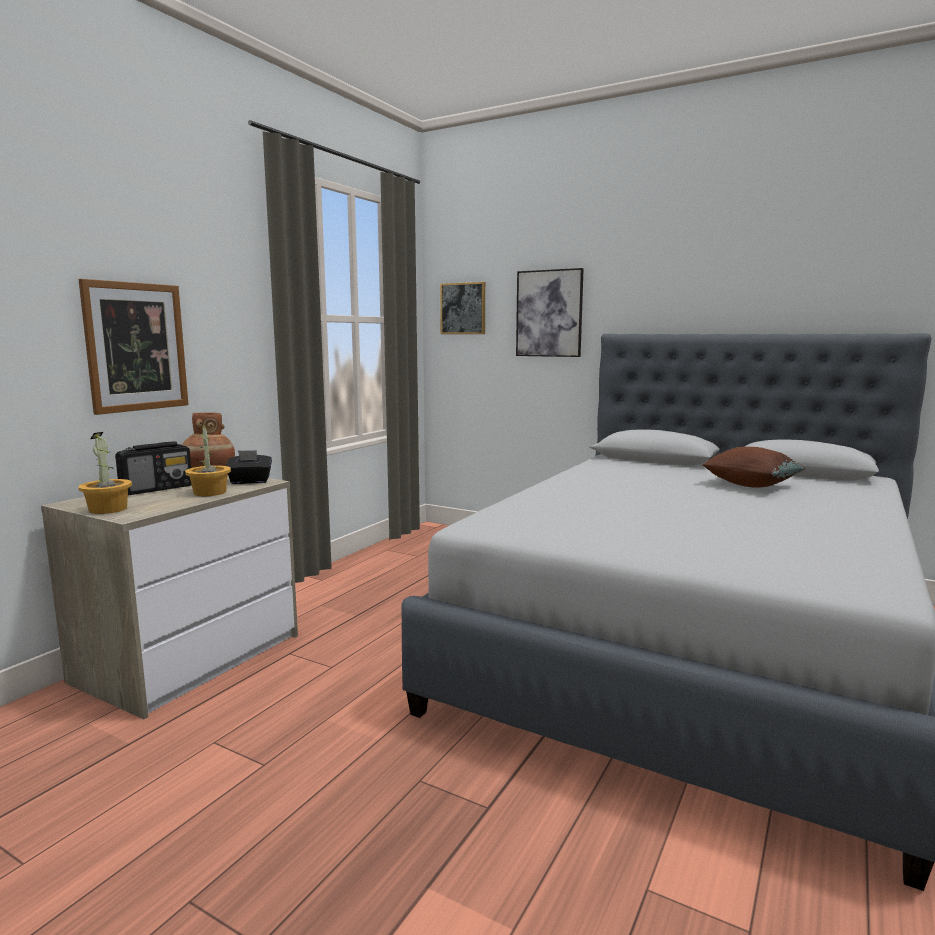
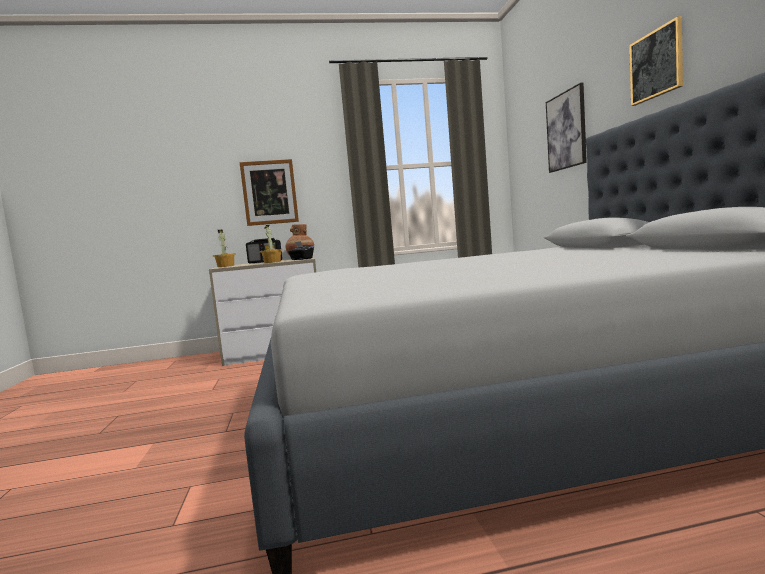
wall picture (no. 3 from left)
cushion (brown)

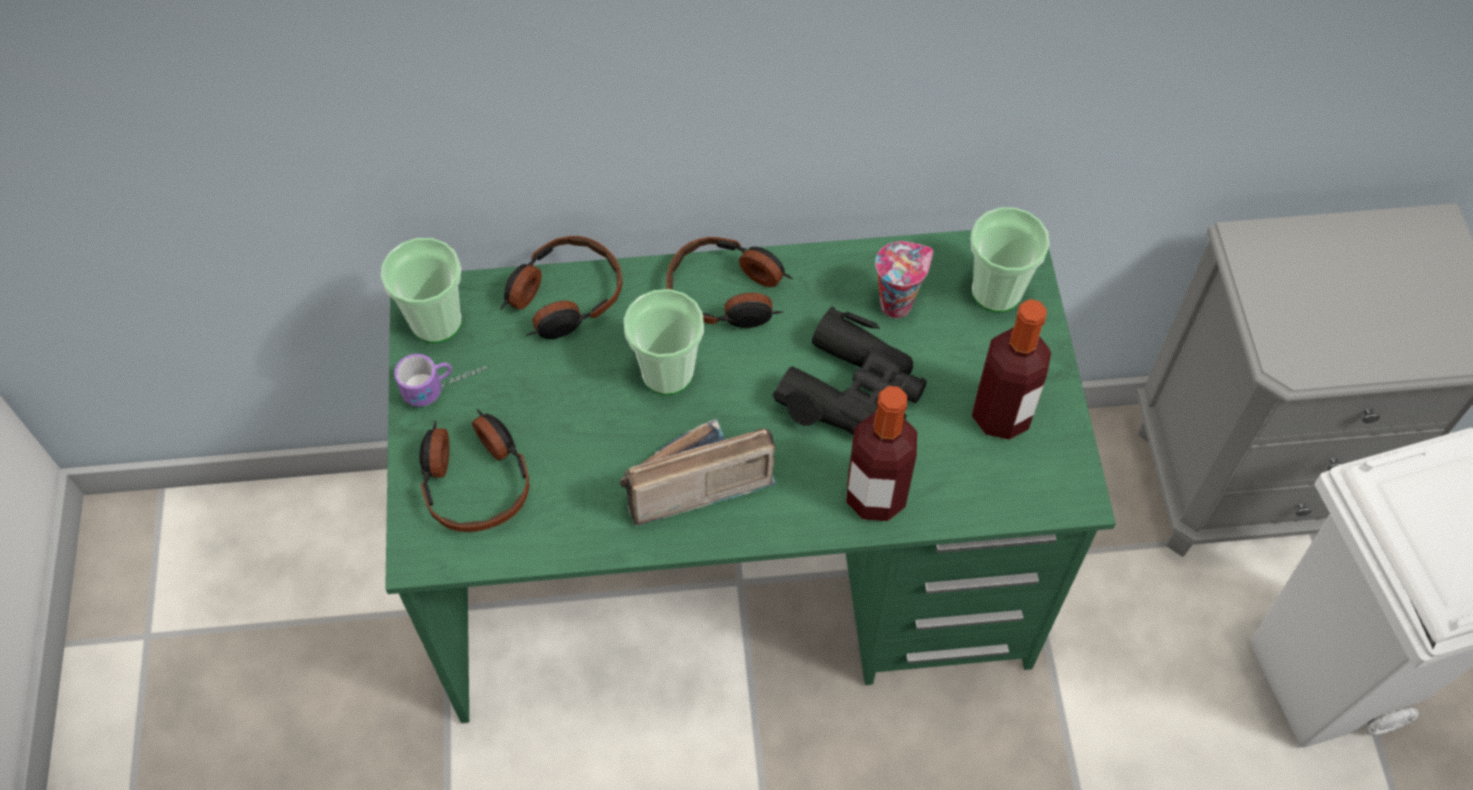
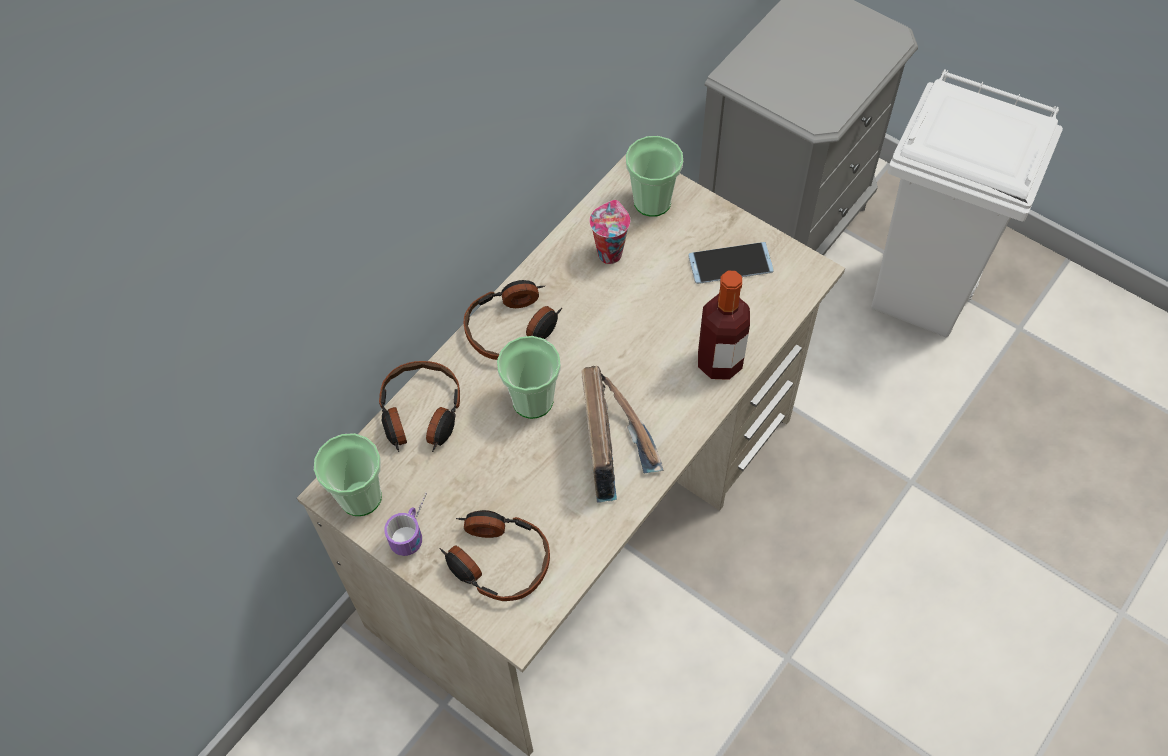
desk unit (beige-coloured)
telephone
binoculars (black-coloured)
radio set

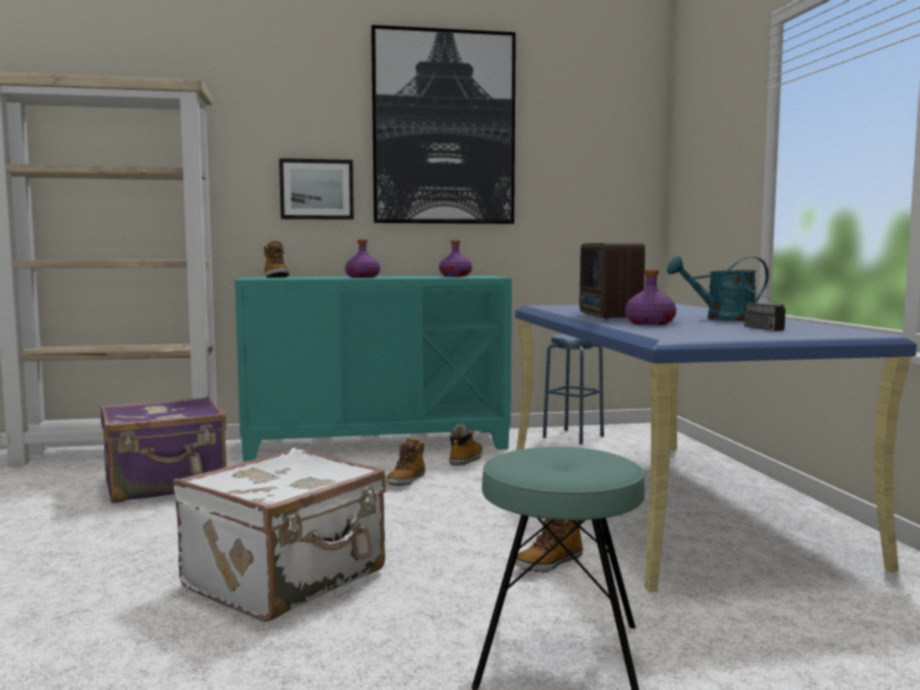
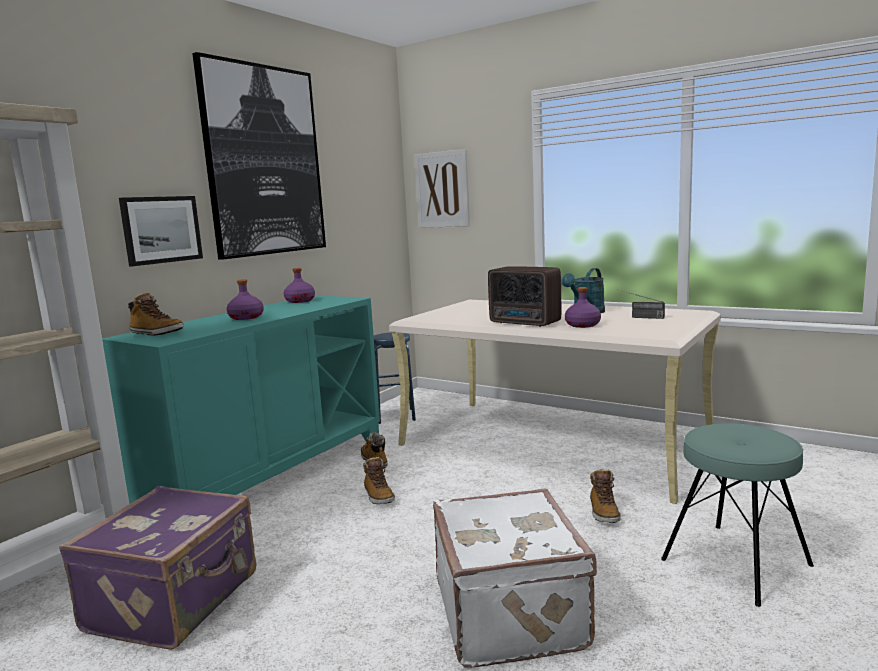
desk unit (beige-coloured)
wall picture (no. 3 from left)

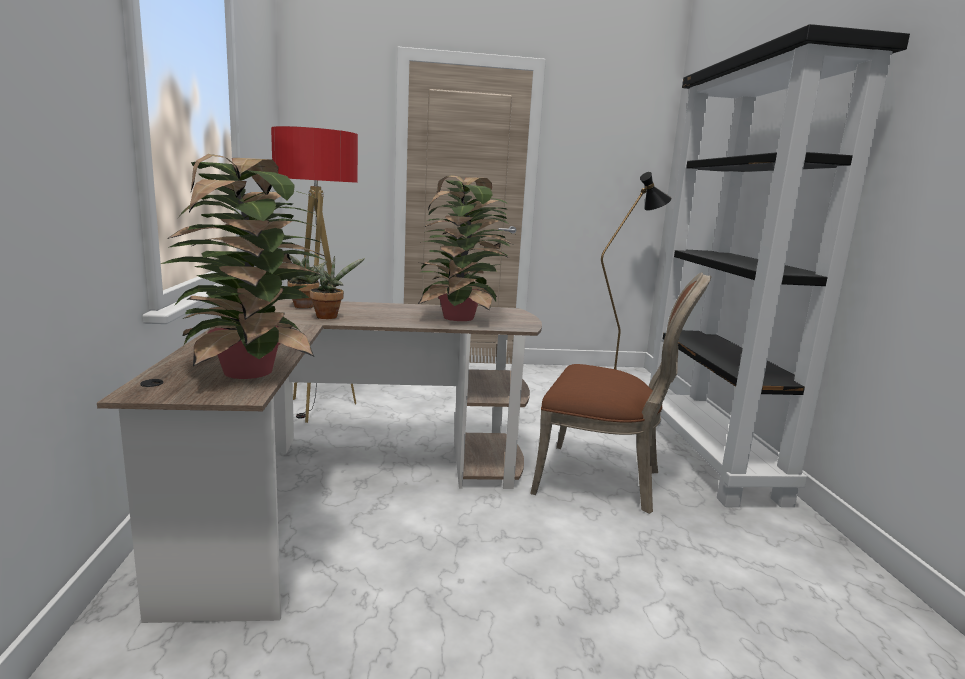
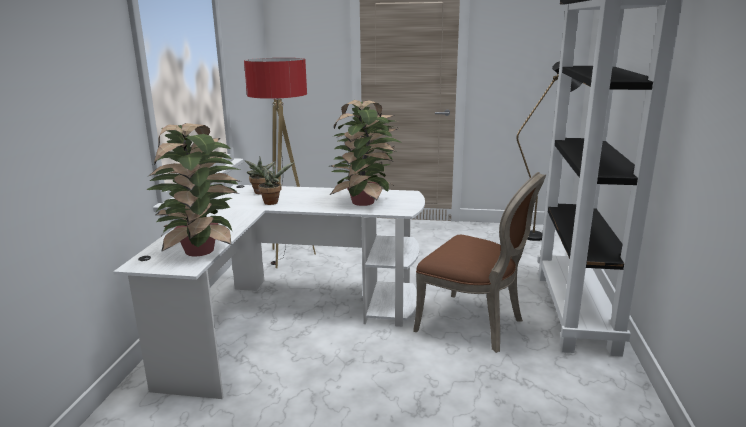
desk unit (white-coloured)

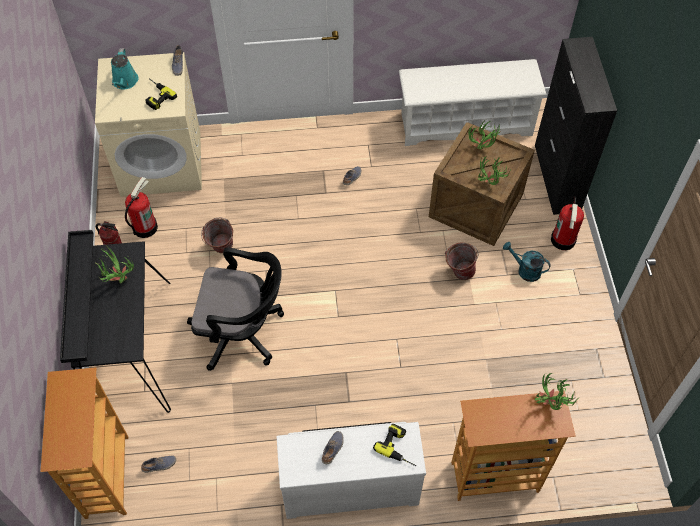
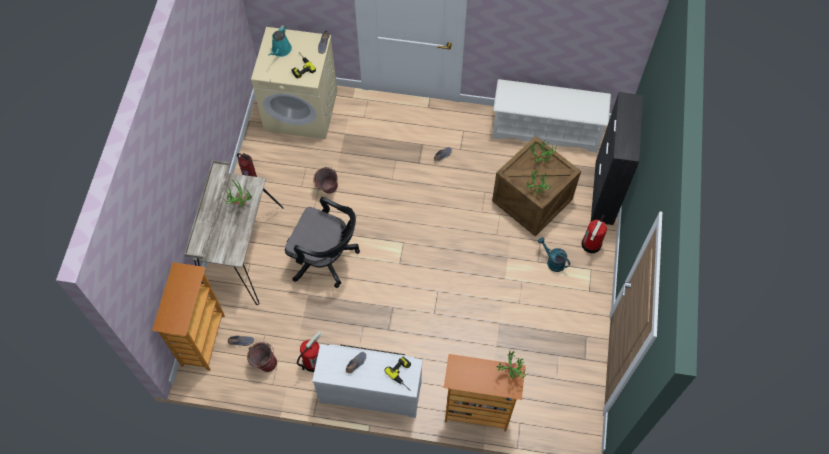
fire extinguisher (no. 2 from left)
desk unit (beige-coloured)
bucket (no. 1 from left)

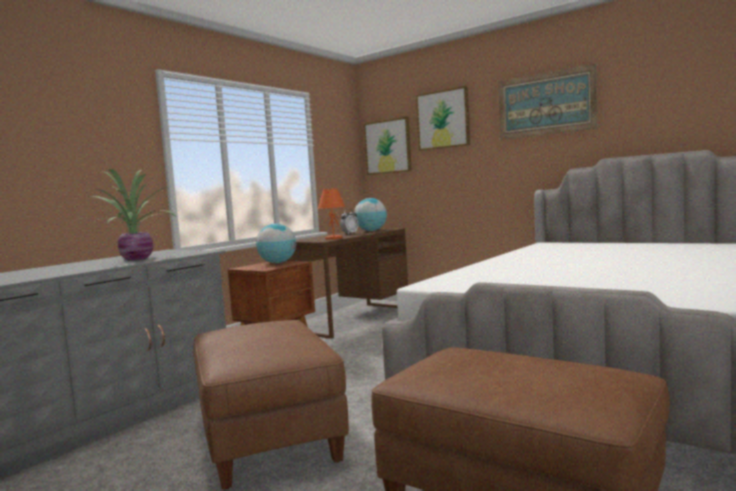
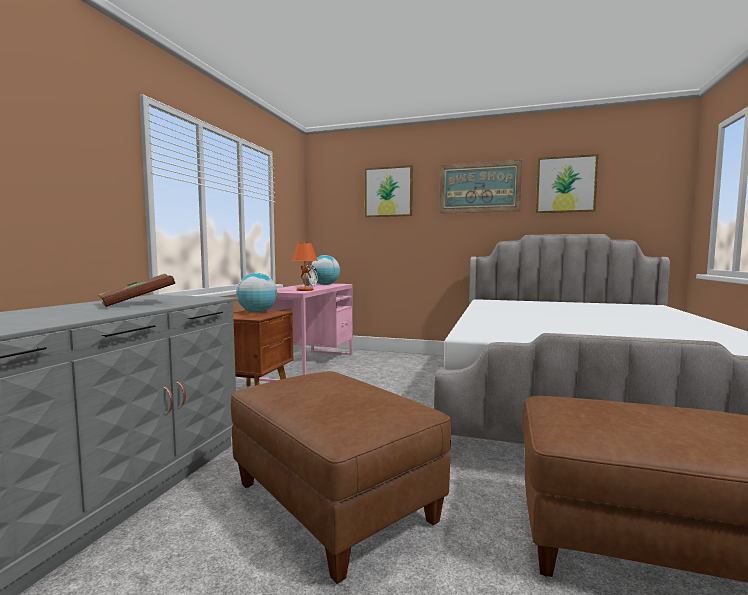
wall picture (no. 3 from left)
bound book (brown)
desk unit (pink-coloured)

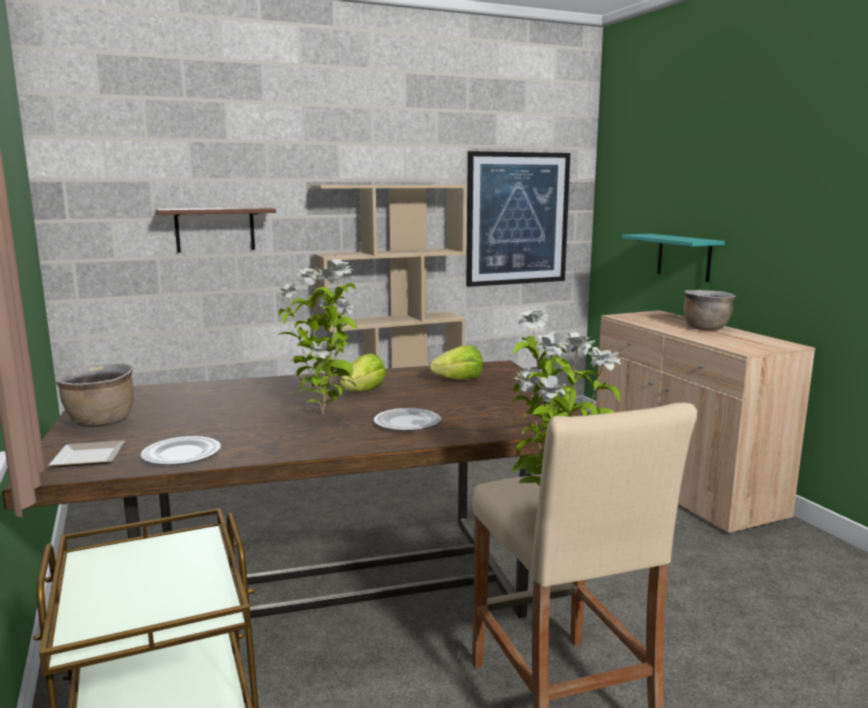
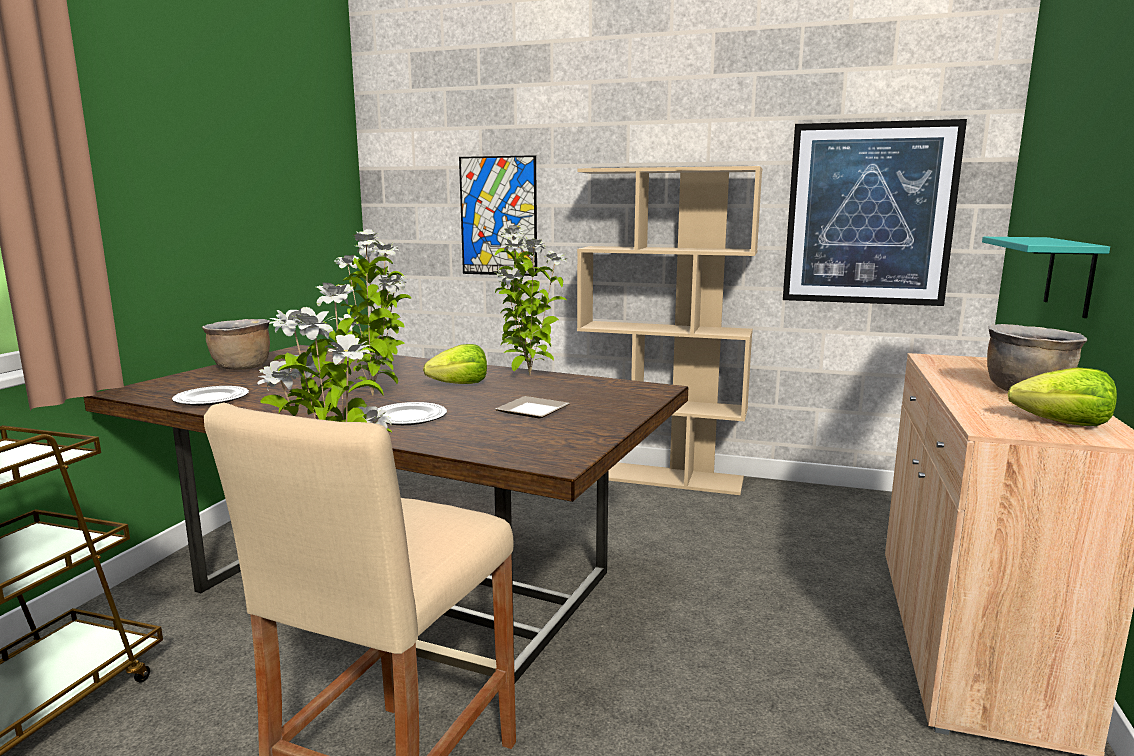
wall picture (no. 1 from left)
lettuce head (no. 2 from left)
dinner plate (no. 3 from left)
houseplant (no. 3 from left)

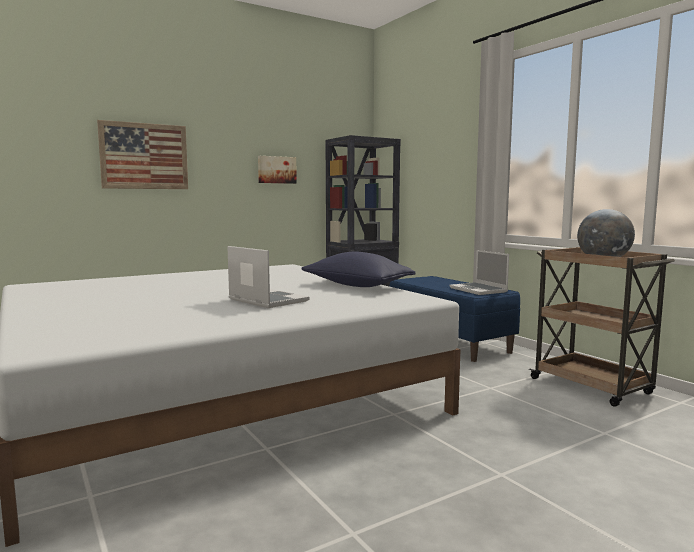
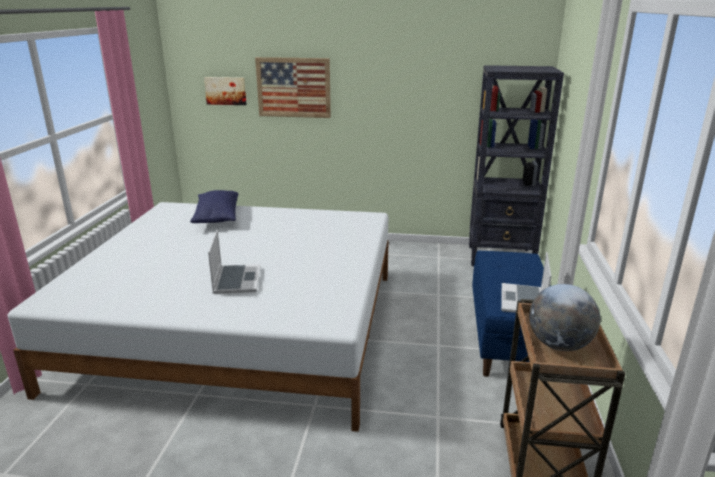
wall picture (no. 1 from left)
cushion (bluish)

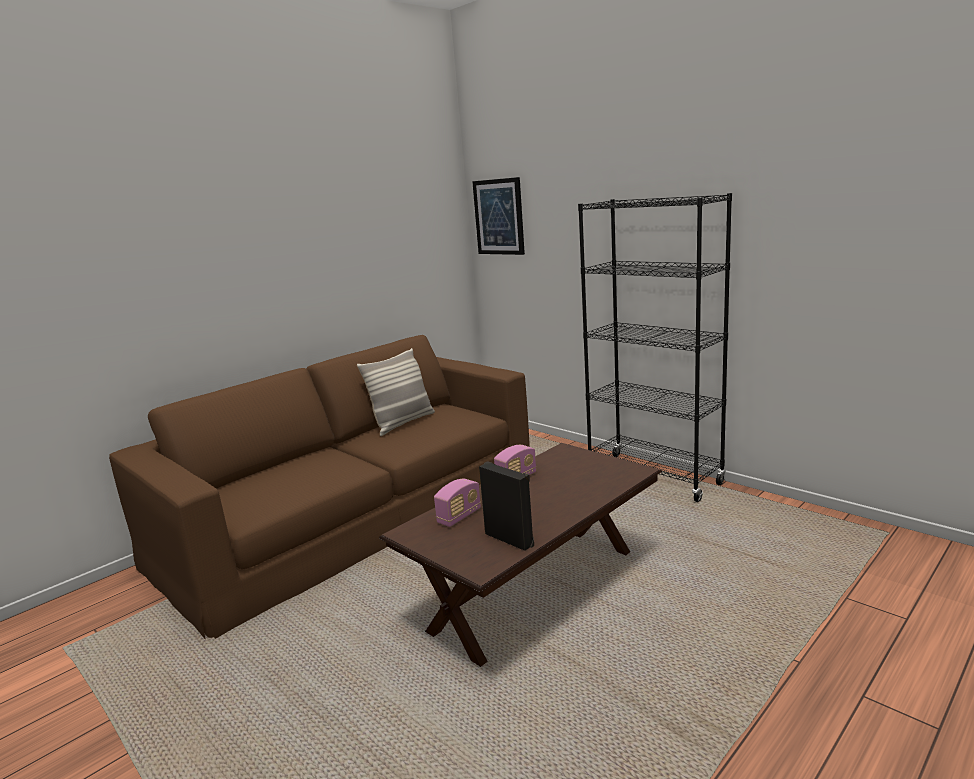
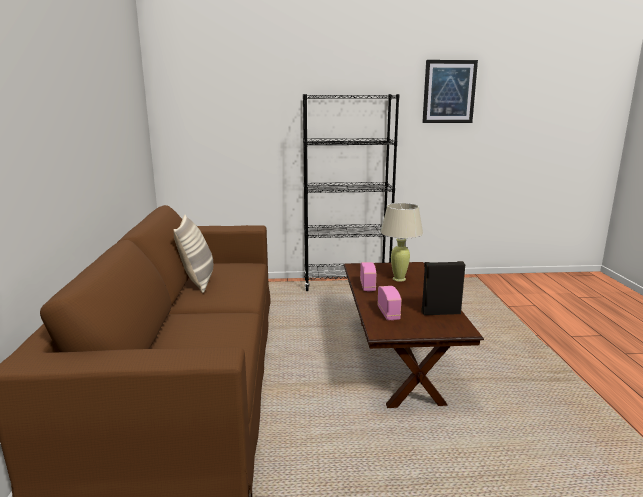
wall picture
lamp for a table (beige-coloured)

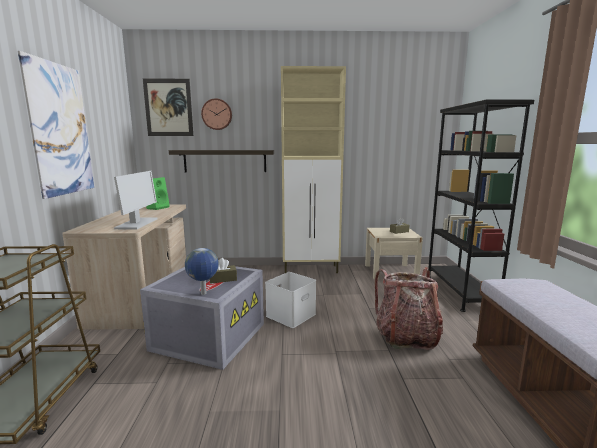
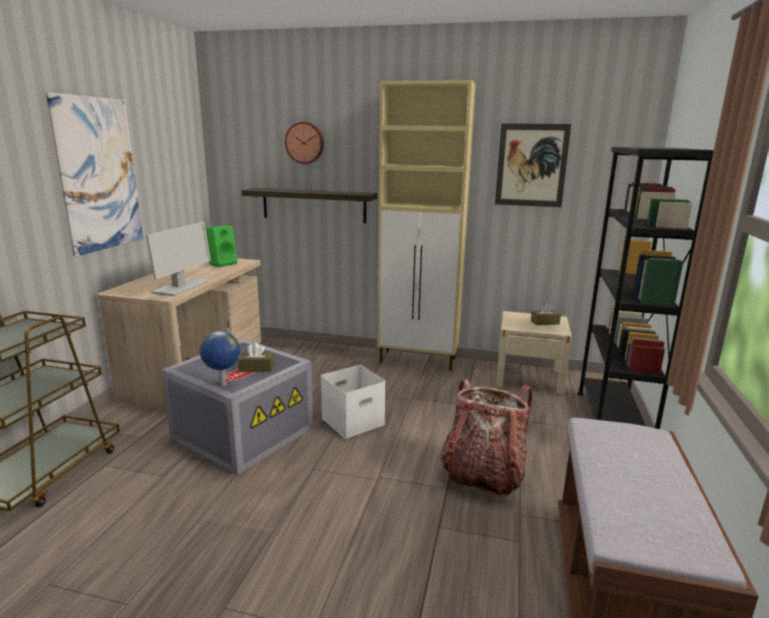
wall picture (no. 2 from left)

